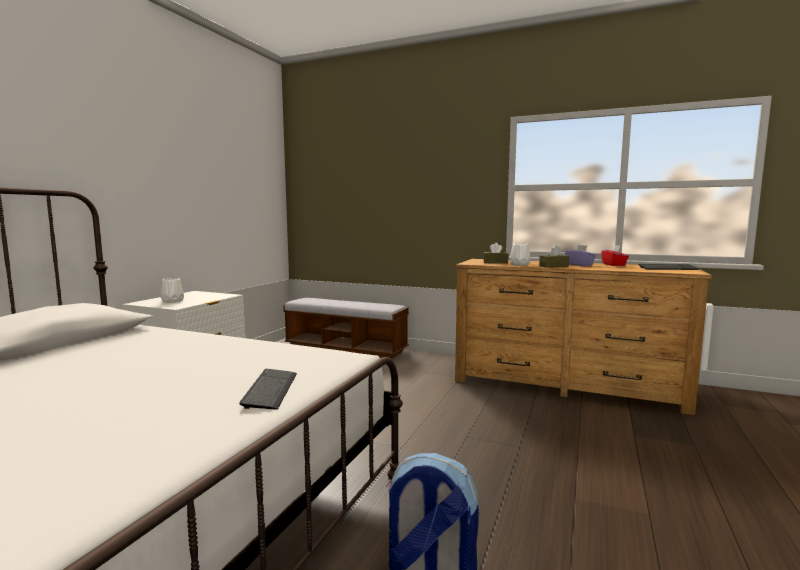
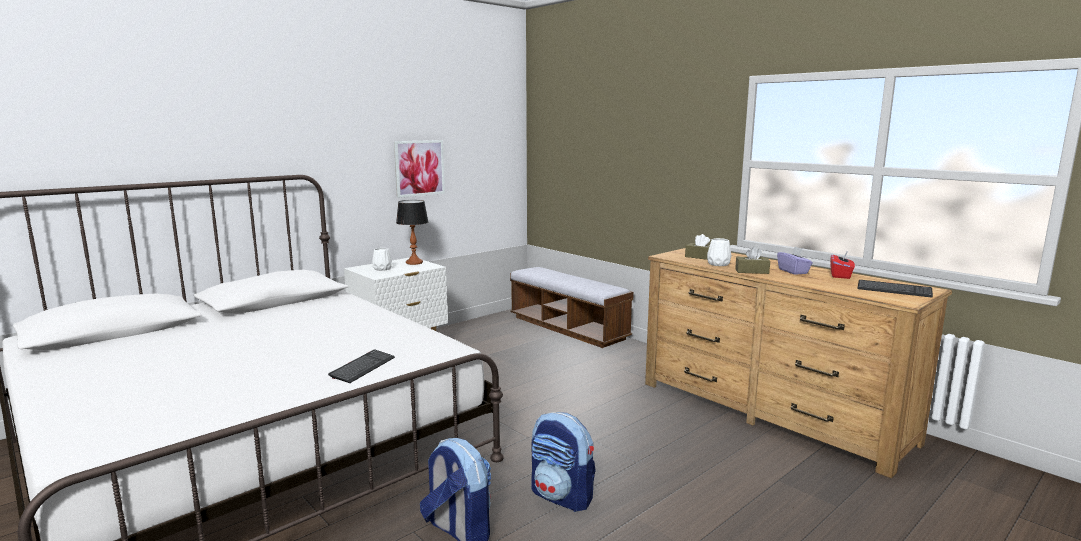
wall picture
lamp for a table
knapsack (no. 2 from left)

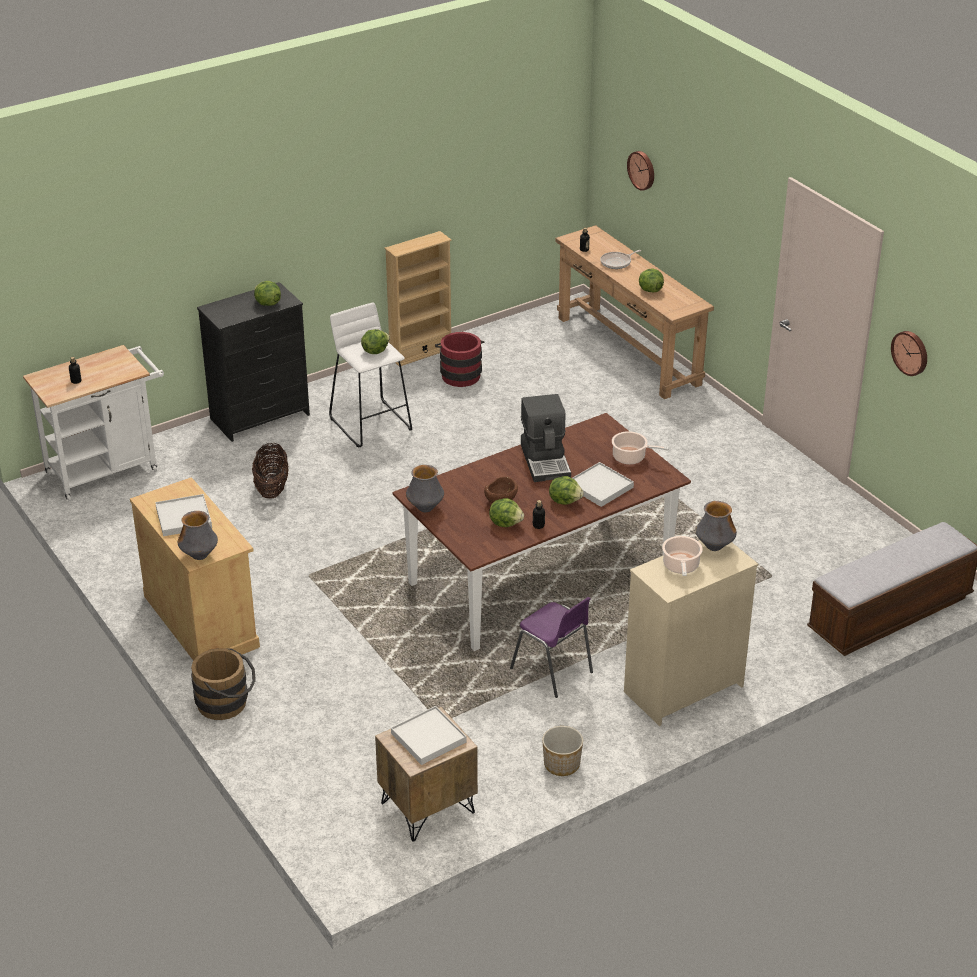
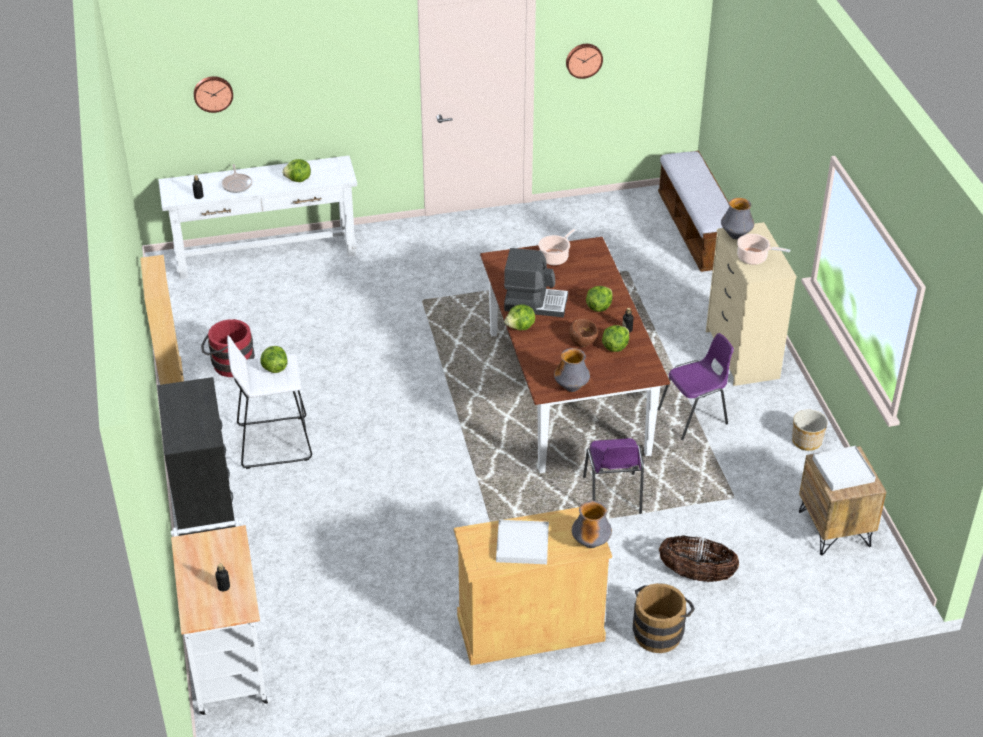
console table (white-coloured)
lettuce head (no. 3 from left)
storage basket
serving tray (white-coloured) (no. 3 from left in the first image)
plain chair (purplish) (no. 1 from left)

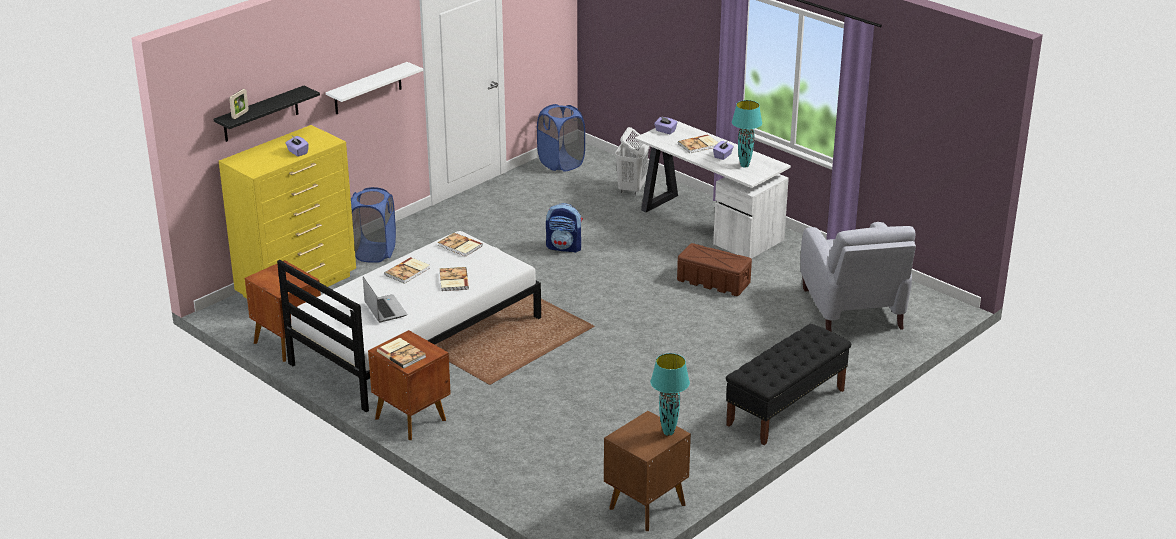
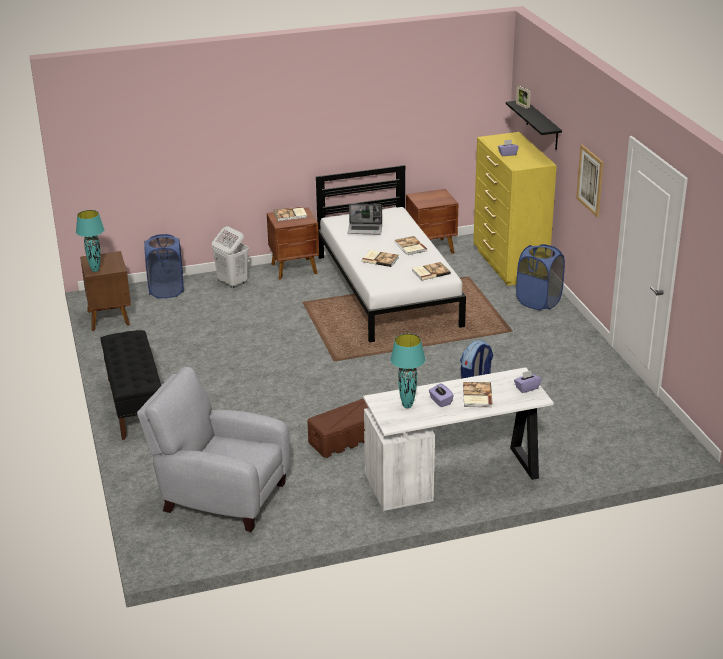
wall picture
washing basket (bluish) (no. 1 from left)
washing basket (white-coloured)

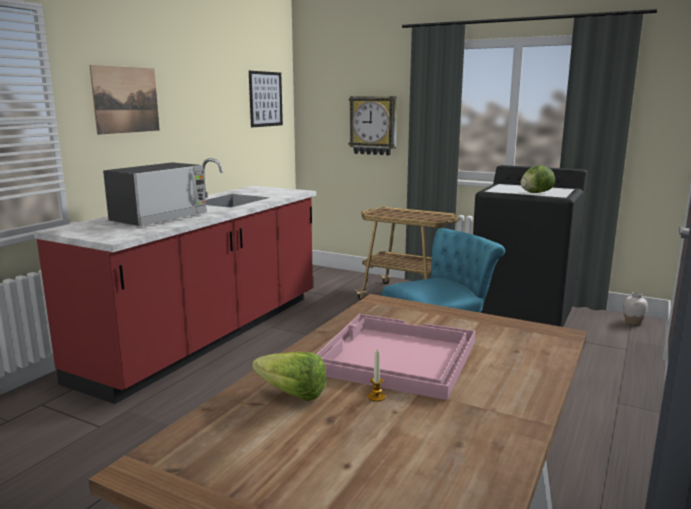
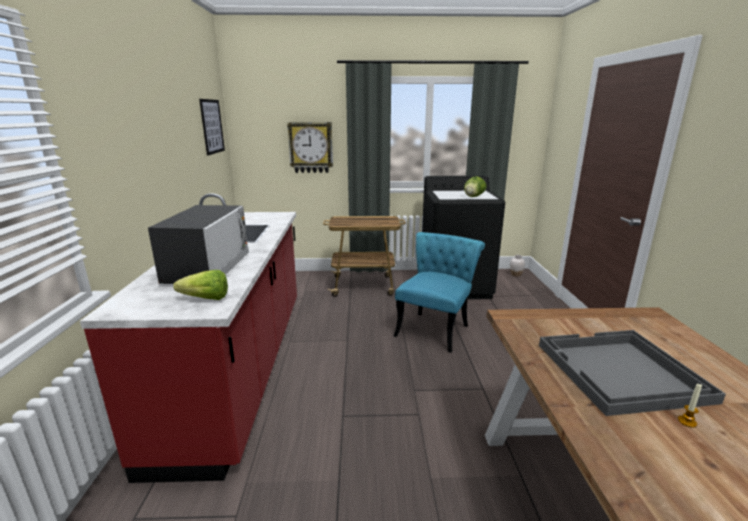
wall picture (no. 1 from left in the first image)
serving tray (gray)
lettuce head (no. 1 from left)

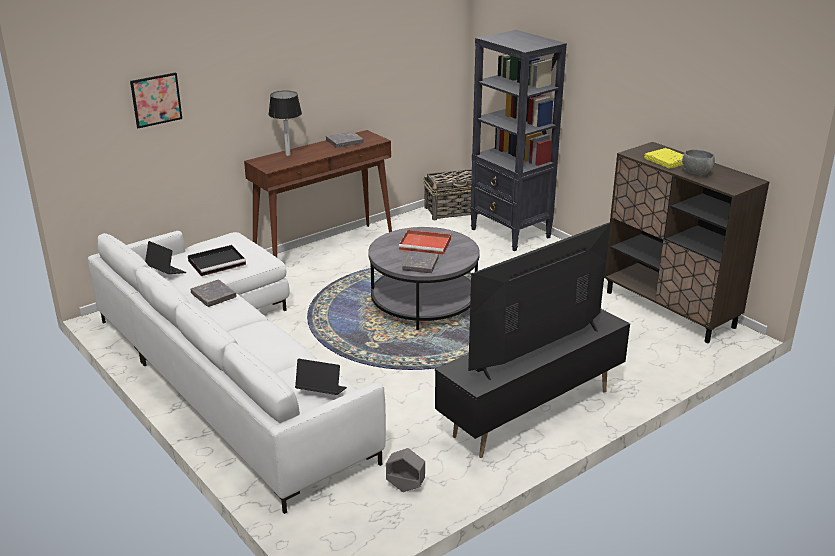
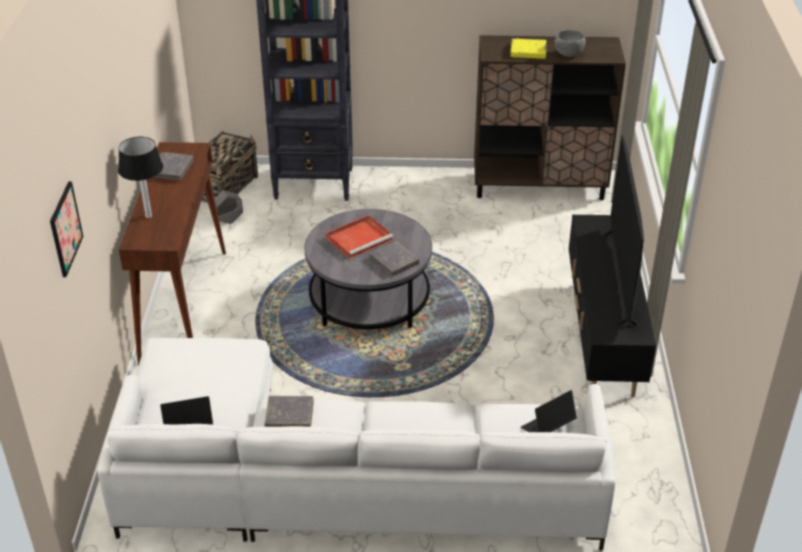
serving tray (black-coloured)
plant pot (gray)

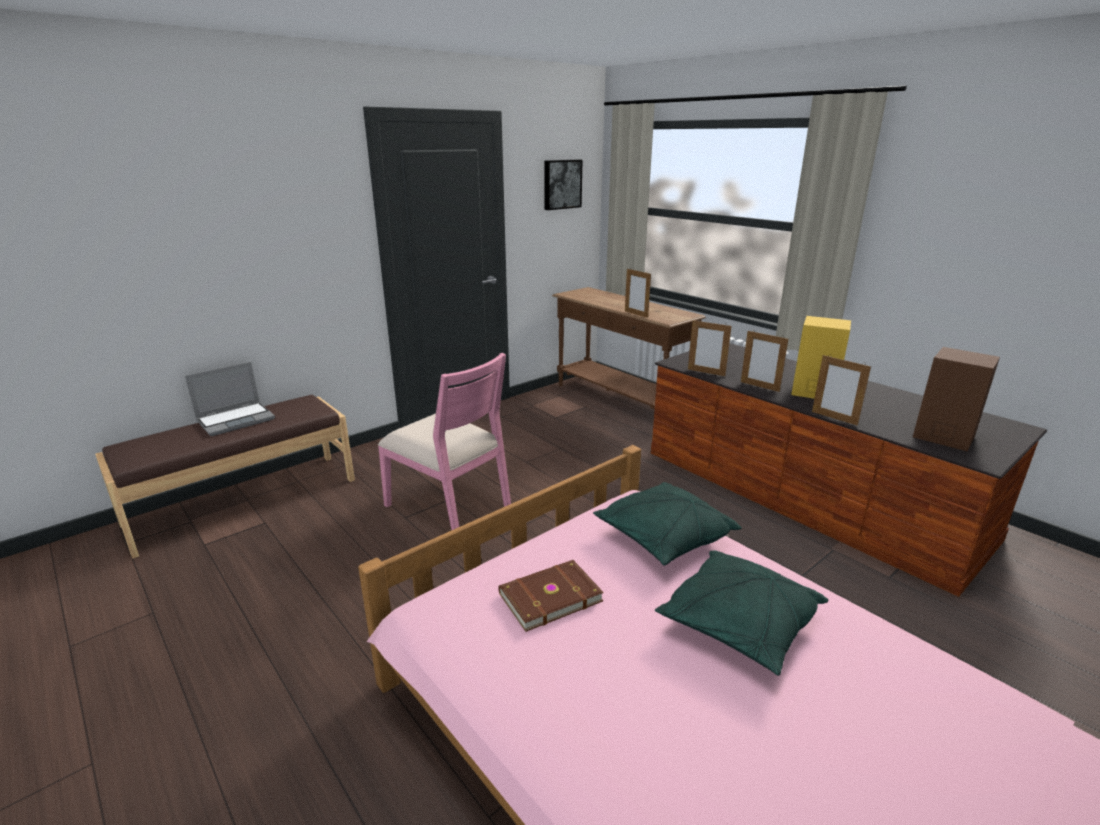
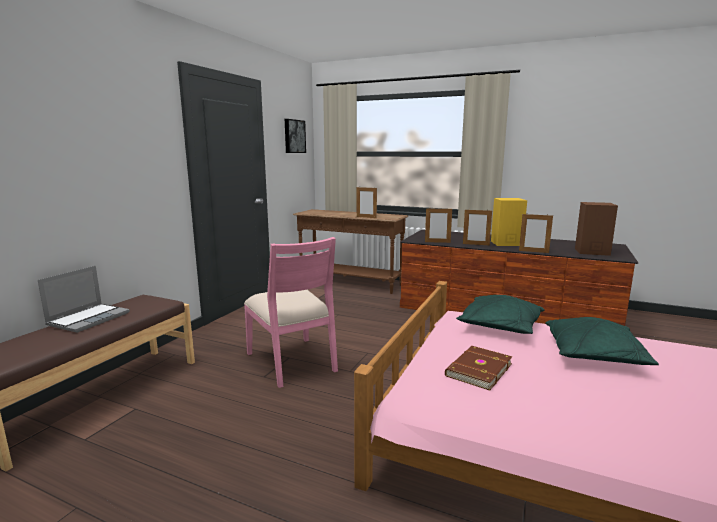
plain chair (pink-coloured)

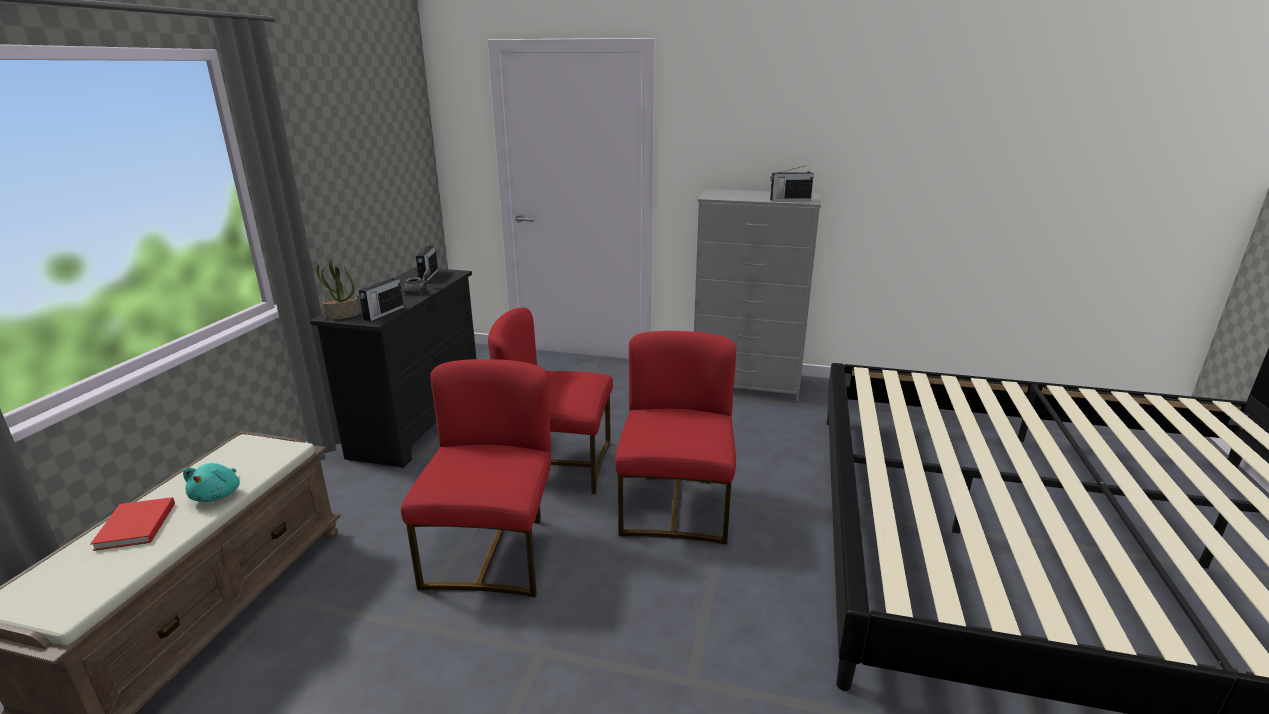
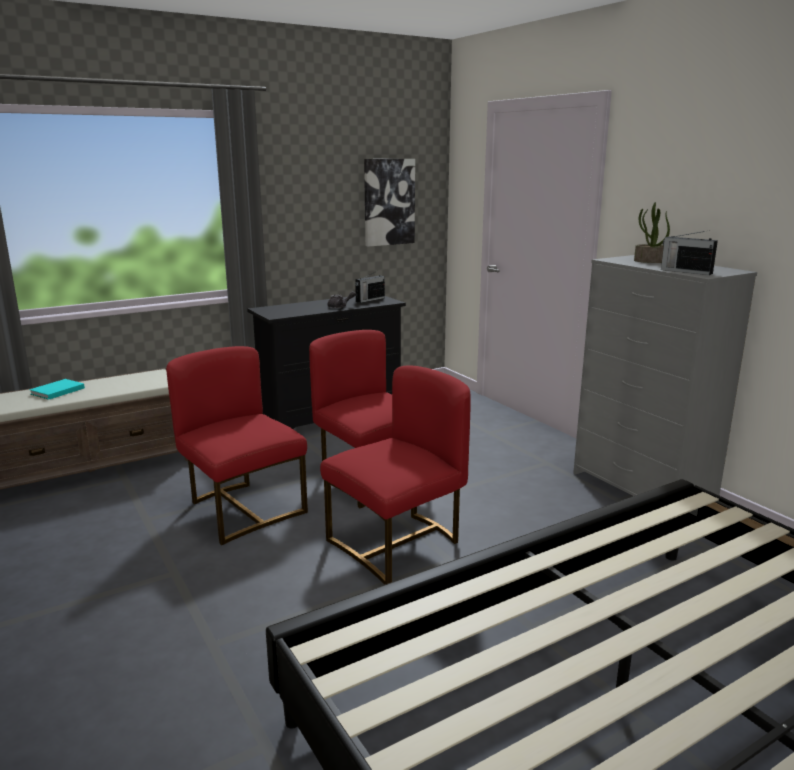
houseplant
radio set (no. 1 from left in the first image)
plain chair (reddish) (no. 1 from left)
cuddly toy (blue-green)
bound book (blue-green)
wall picture

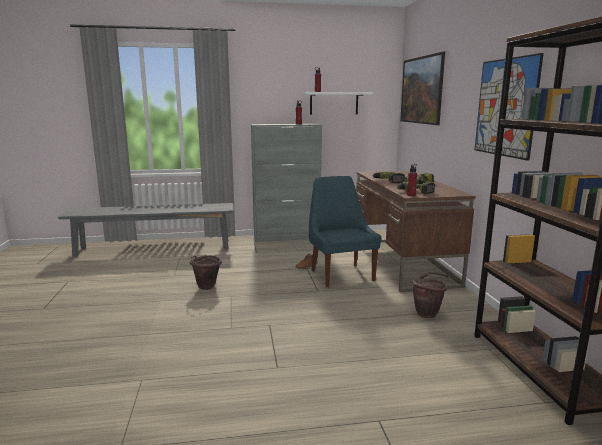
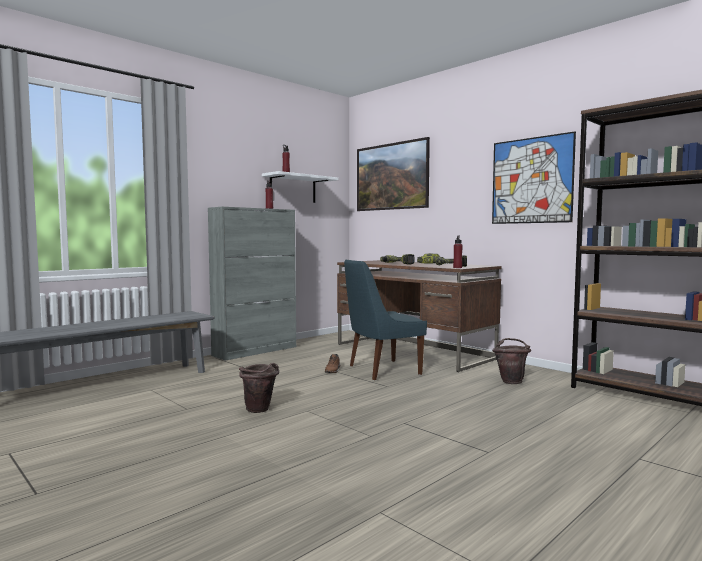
plain chair (bluish)

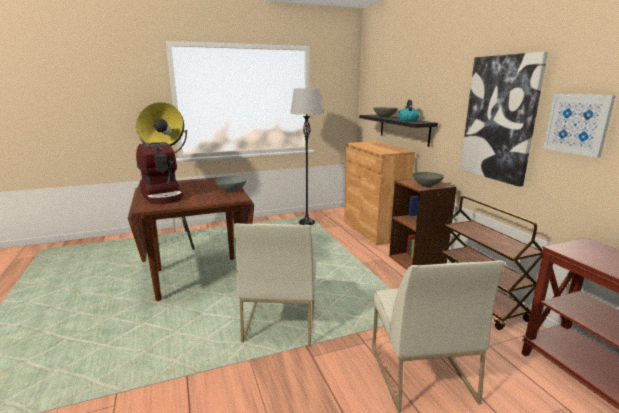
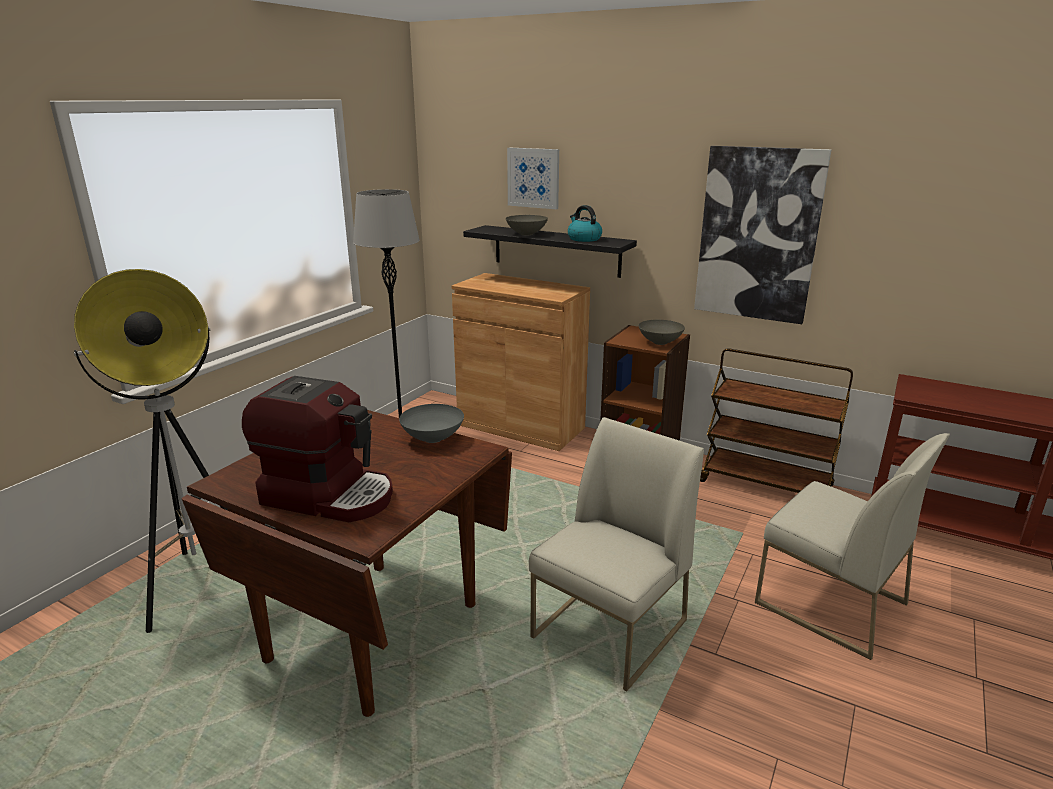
wall picture (no. 1 from left)
plain chair (white-coloured) (no. 1 from left)

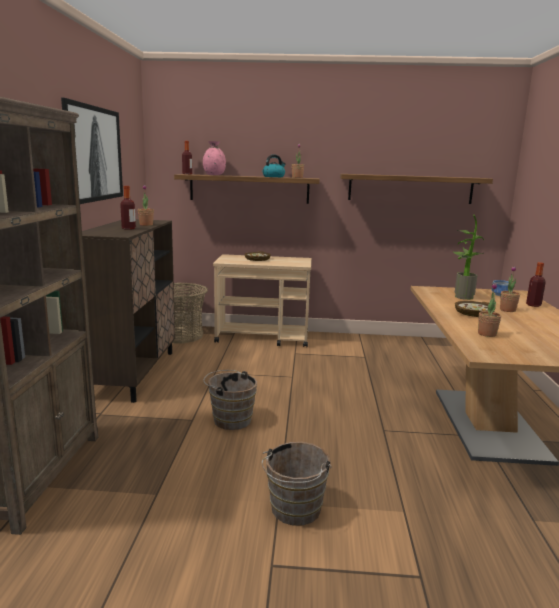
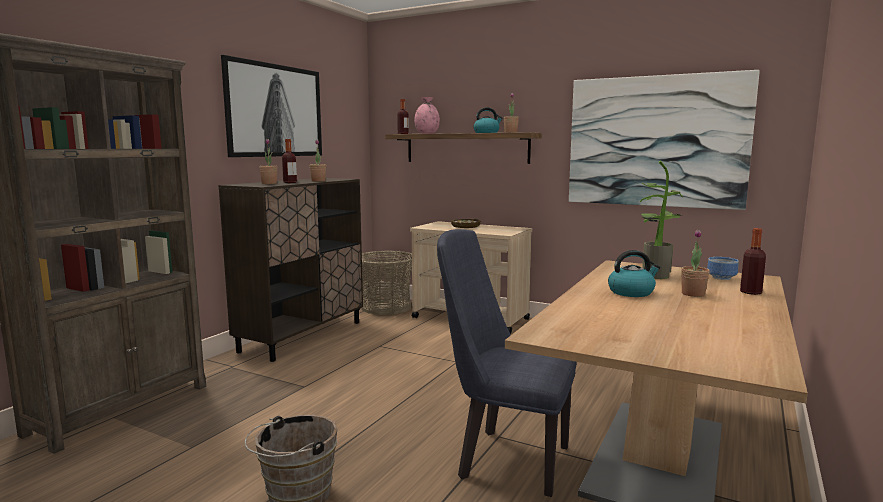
wall picture (no. 2 from left)
houseplant (no. 1 from left)
tea kettle (no. 2 from left)
bucket (brown) (no. 1 from left in the first image)
plain chair (bluish)

